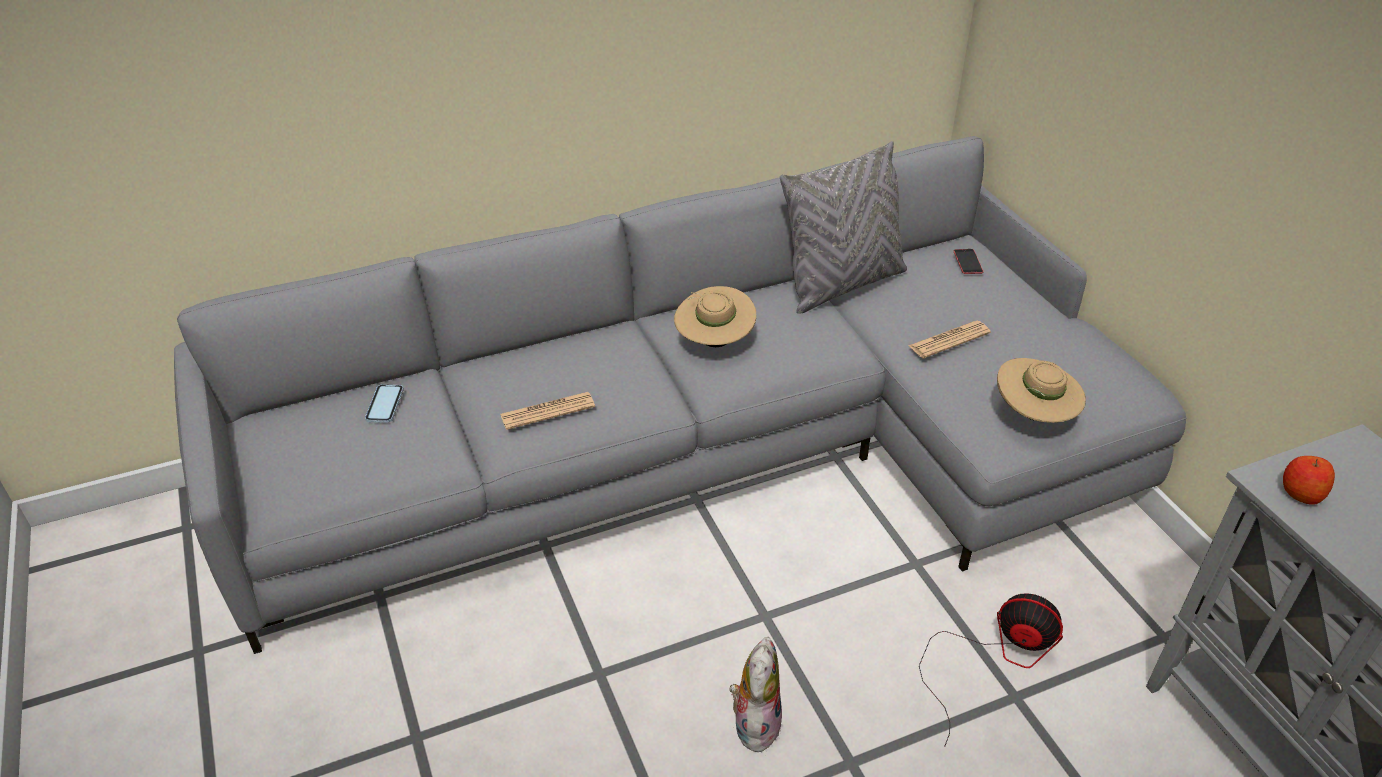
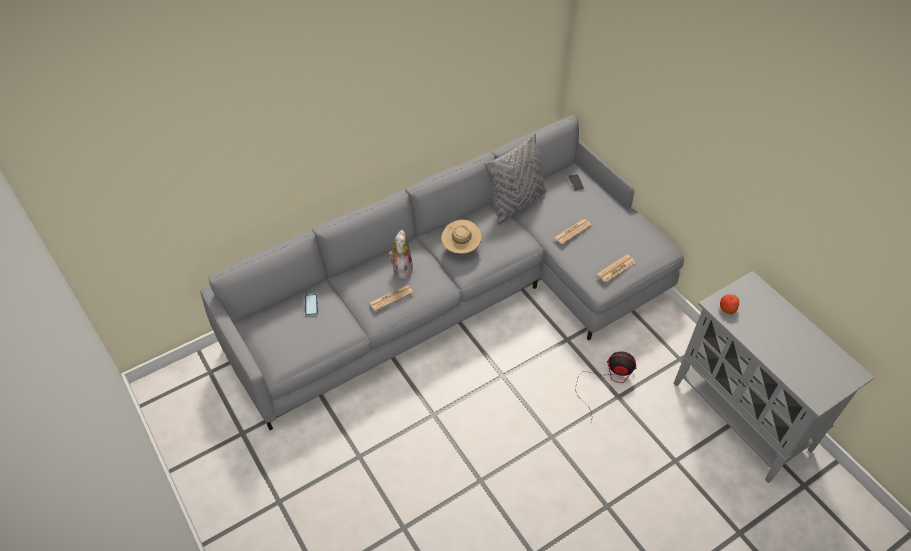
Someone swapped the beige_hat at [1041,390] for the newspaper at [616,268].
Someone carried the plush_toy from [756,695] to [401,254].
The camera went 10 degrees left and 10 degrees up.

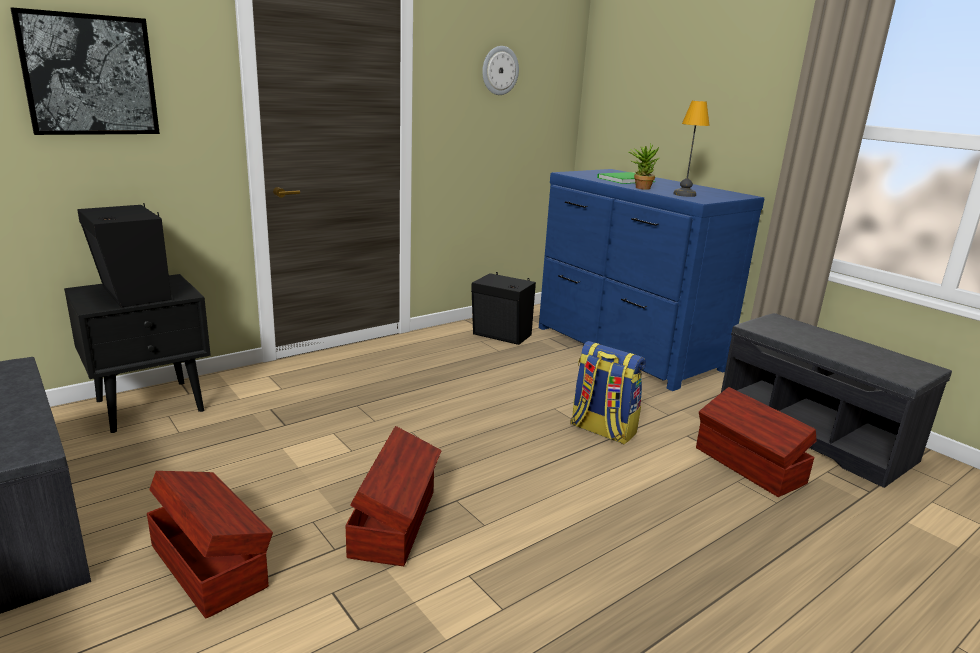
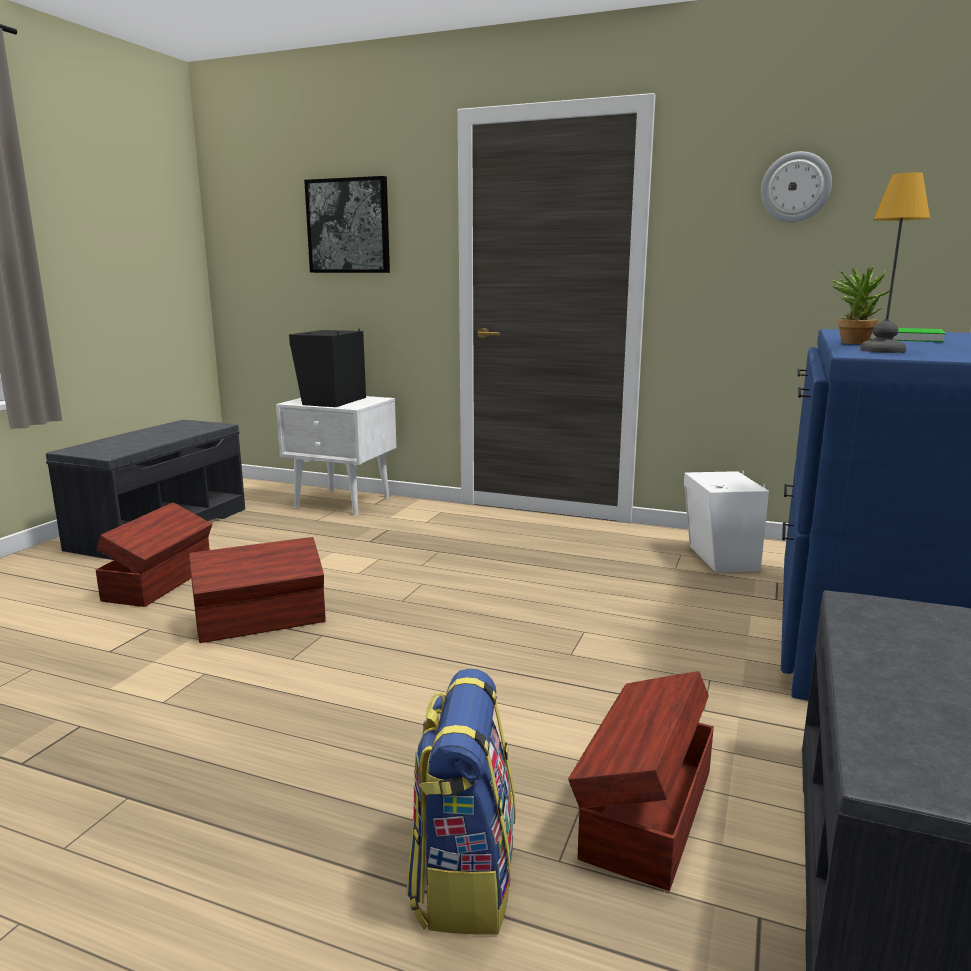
Someone repainted the black_speaker at [503,308], which became the white_speaker at [726,522].
Someone repainted the black_nightstand at [137,353], which became the white_nightstand at [336,455].
Someone carried the backpack from [608,392] to [460,802].
The camera went 60 degrees right and 5 degrees down.

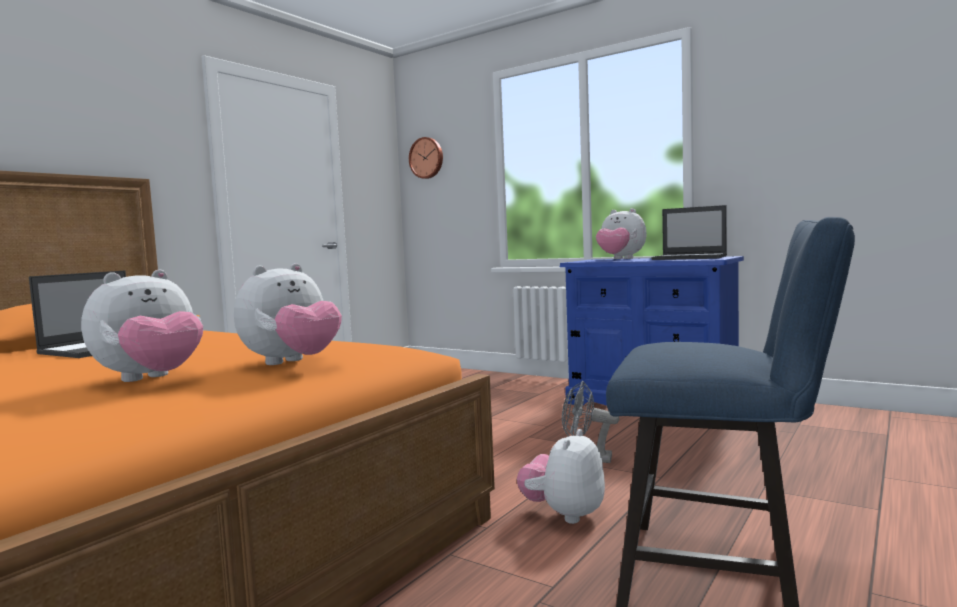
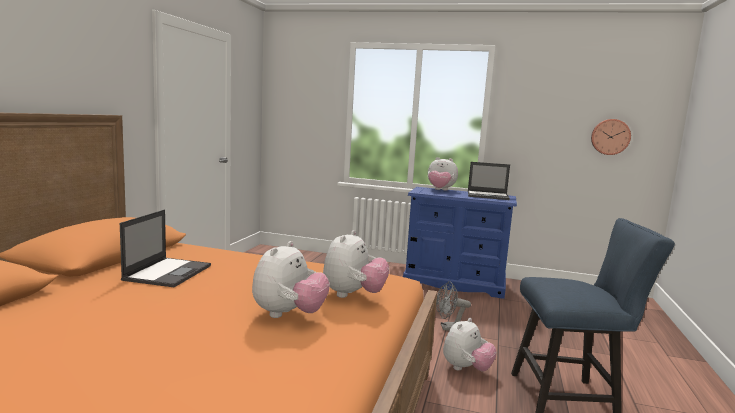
Someone carried the wall_clock from [426,158] to [611,137].
Someone rotated the plush_toy at [561,476] by 150 degrees counterclockwise.
The camera went 20 degrees left and 5 degrees up.

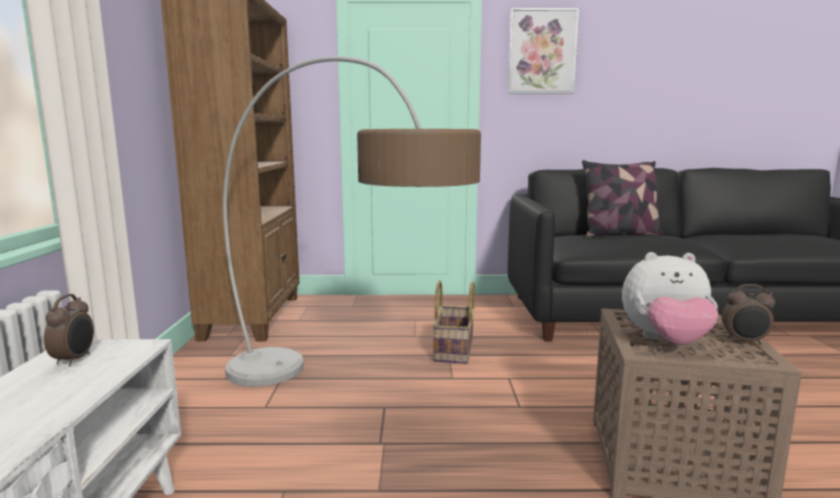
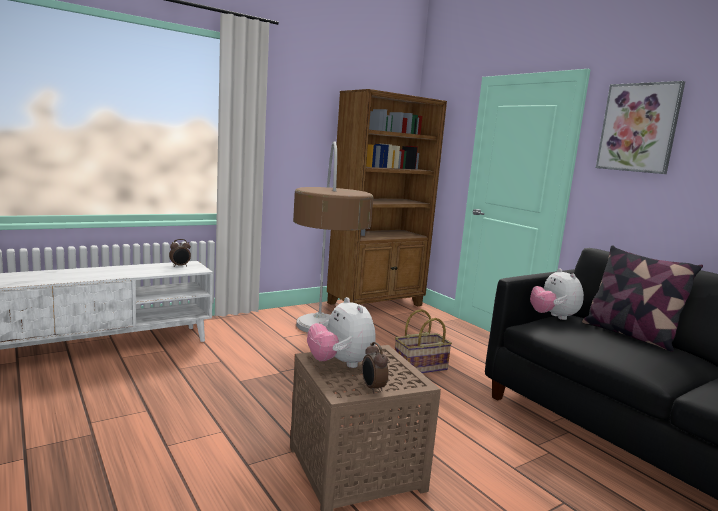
Someone put down the plush_toy at [557,294].
The camera went 55 degrees right and 0 degrees up.

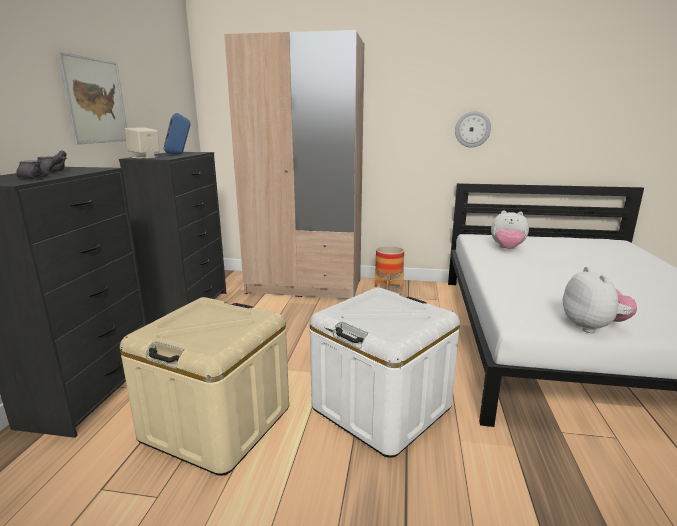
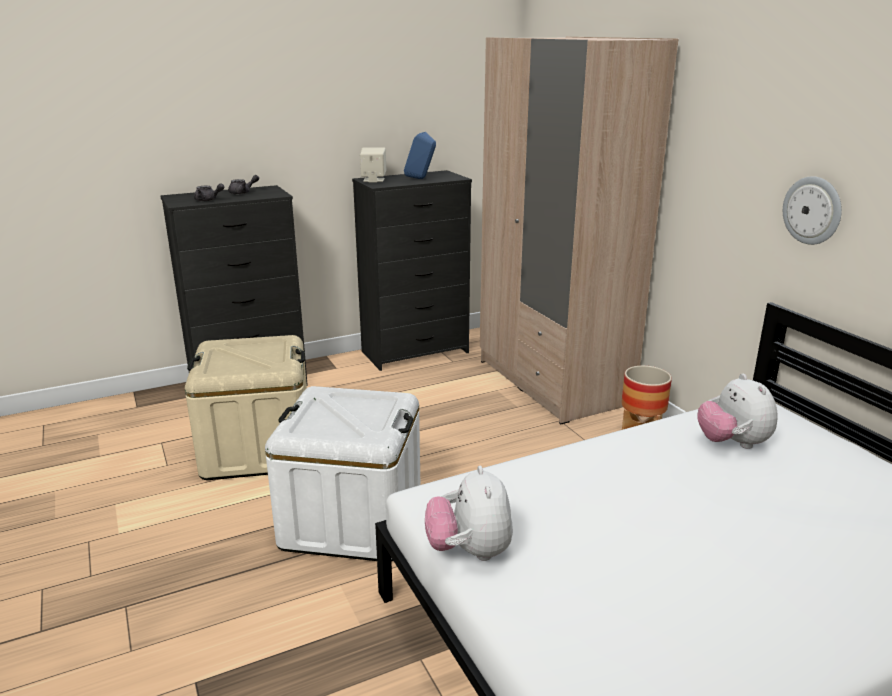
Someone took away the picture at [92,98].
Someone rotated the plush_toy at [600,300] by 120 degrees clockwise.
The camera went 55 degrees right and 5 degrees up.

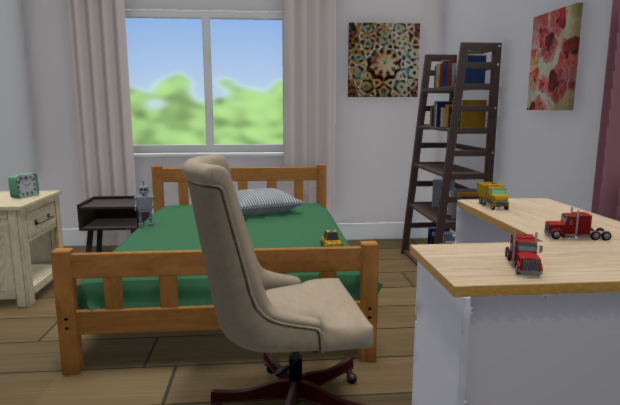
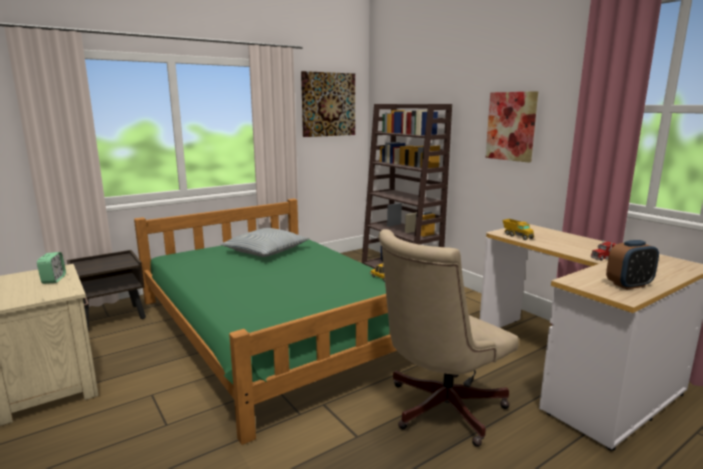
Someone took away the toy_robot at [144,204].
Someone swapped the toy_truck at [524,254] for the alarm_clock at [632,265].
The camera went 30 degrees left and 5 degrees up.

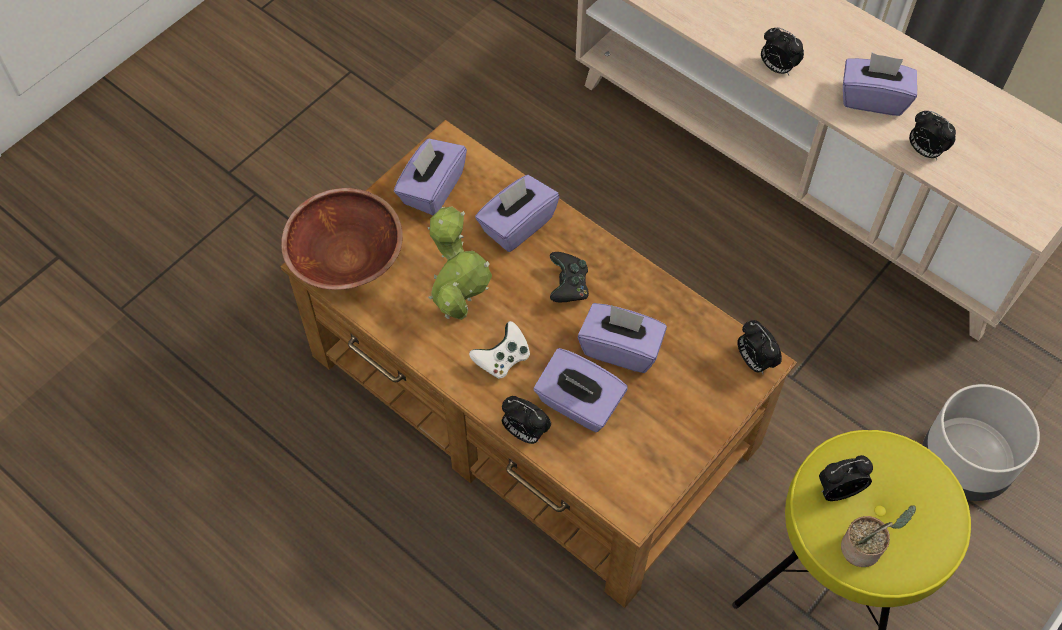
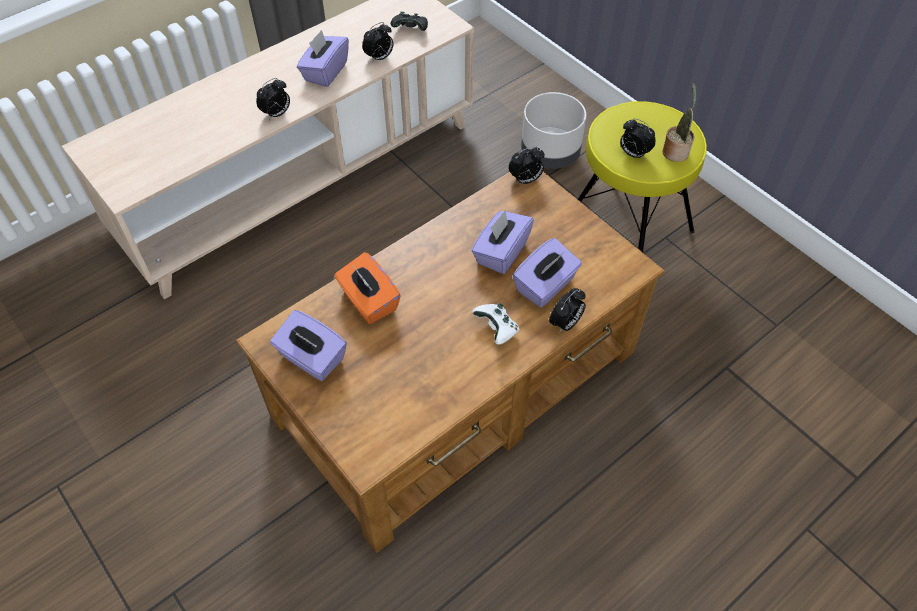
Someone repainted the purple_tissue_box at [517,213], which became the orange_tissue_box at [368,288].
Someone took away the brown_bowl at [342,239].
Someone took away the potted_plant at [460,263].
Someone carried the black_game_controller from [569,277] to [409,21].
Someone rotated the alarm_clock at [846,478] by 45 degrees counterclockwise.
The camera went 80 degrees left and 5 degrees down.

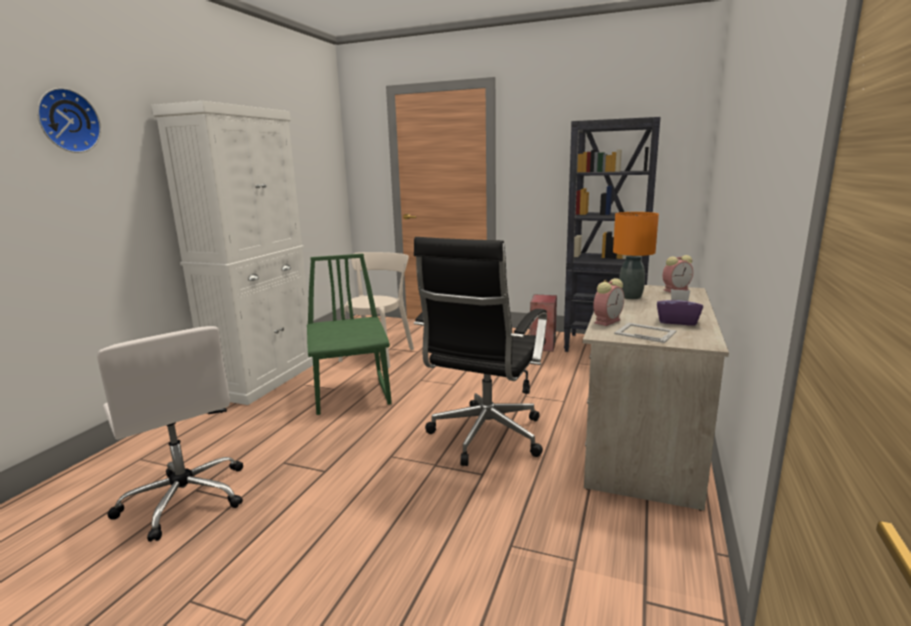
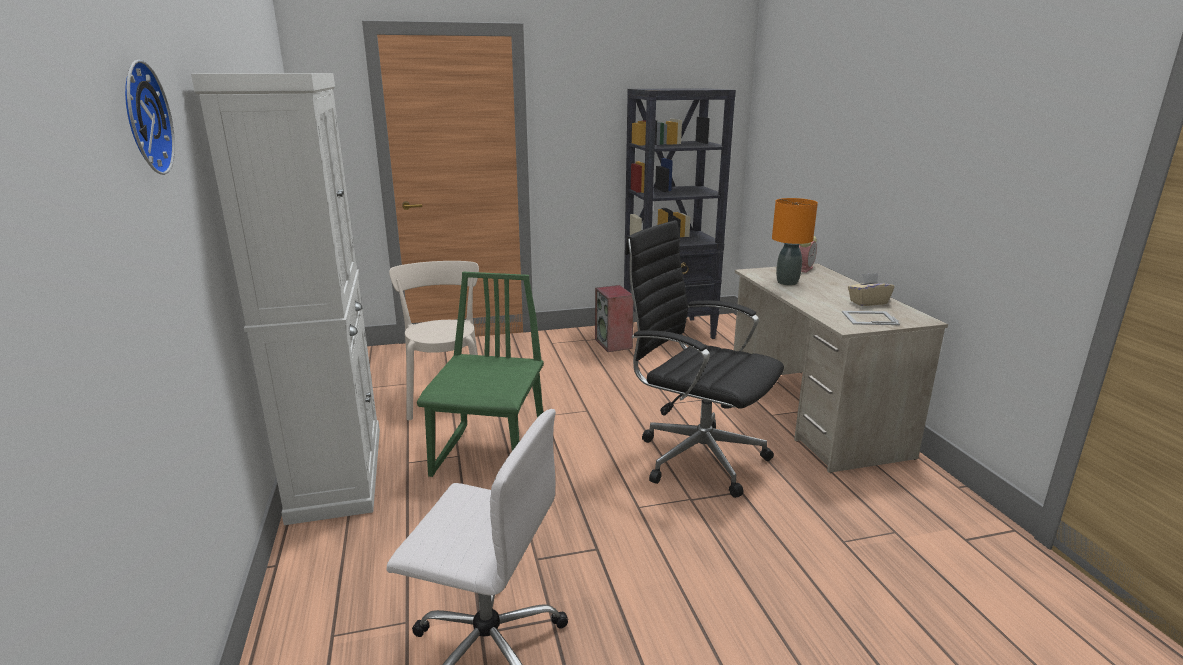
Someone rotated the black_office_chair at [480,351] by 135 degrees clockwise.
Someone rotated the green_chair at [349,334] by 60 degrees clockwise.
Someone took away the alarm_clock at [608,302].
Someone repainted the purple_tissue_box at [680,307], which became the beige_tissue_box at [871,289].
The camera went 35 degrees left and 5 degrees up.

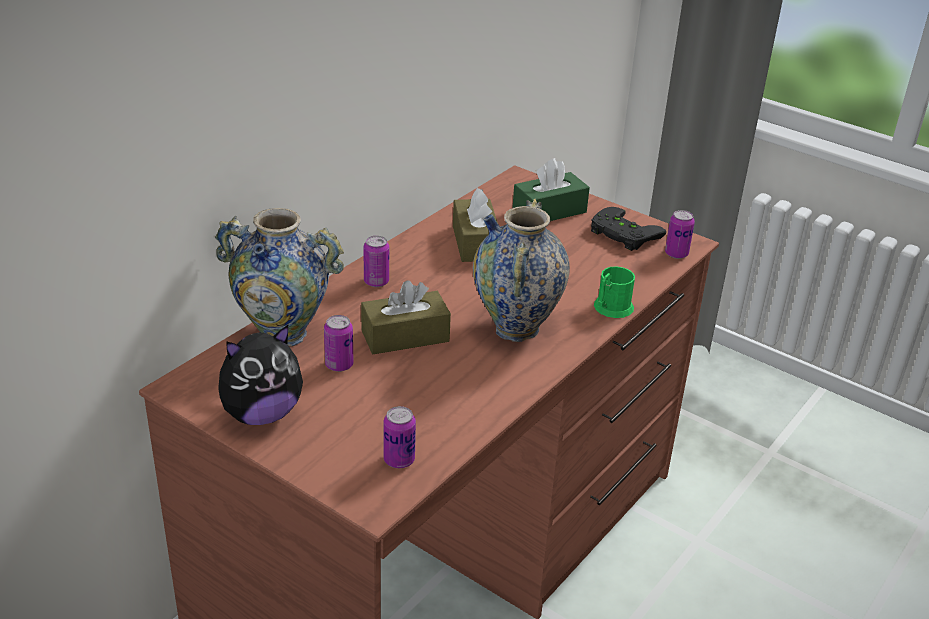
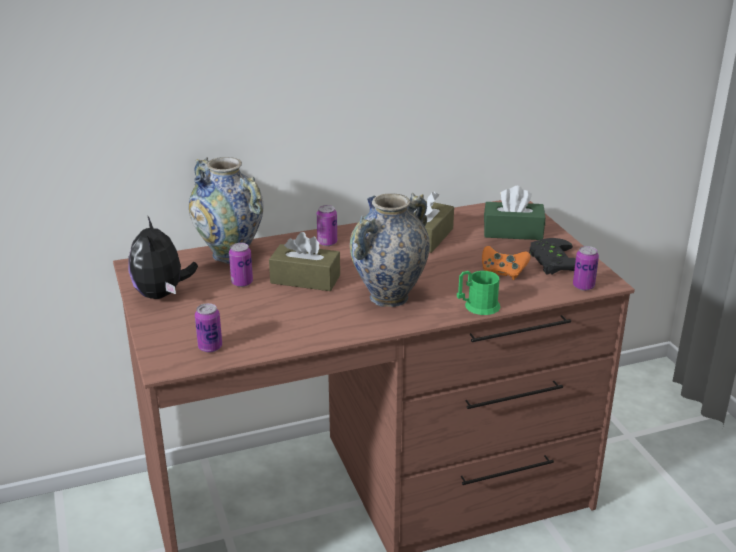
Someone rotated the plush_toy at [260,375] by 75 degrees clockwise.
Someone put down the orange_game_controller at [506,263].
The camera went 35 degrees right and 5 degrees down.

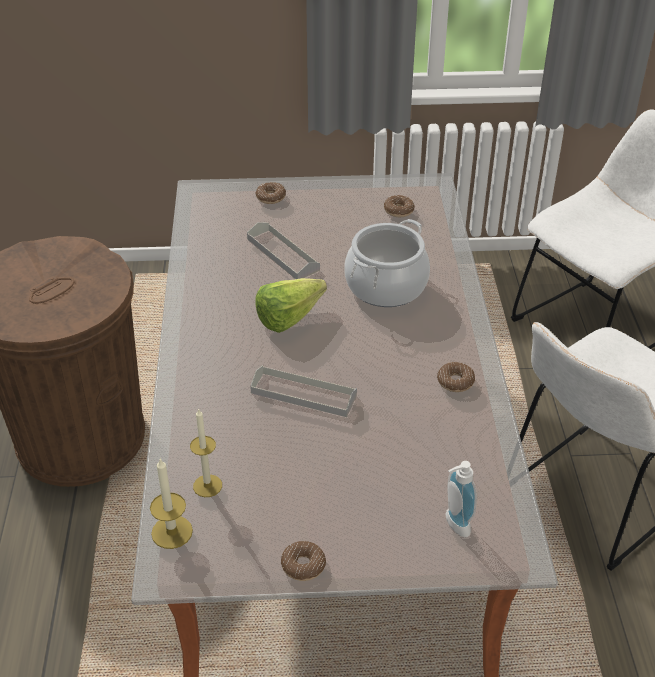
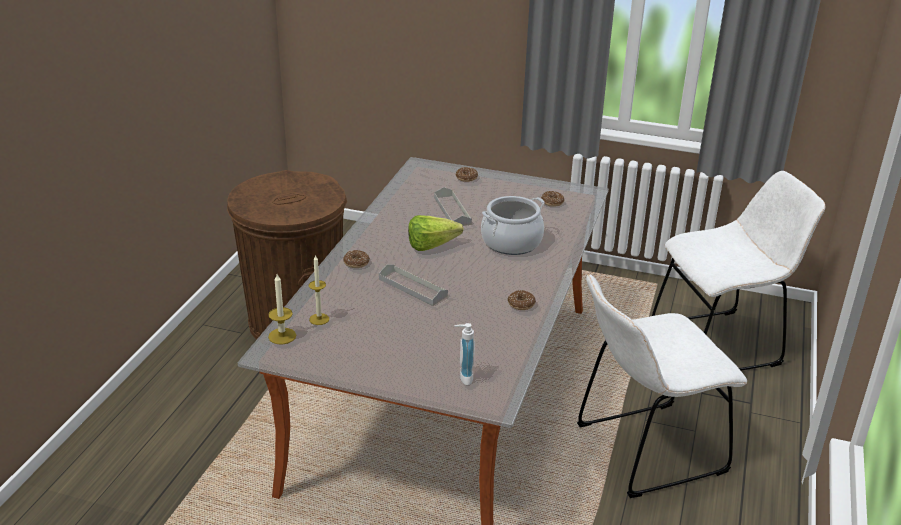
Someone carried the donut from [303,561] to [356,259].
The camera went 20 degrees right and 10 degrees down.

